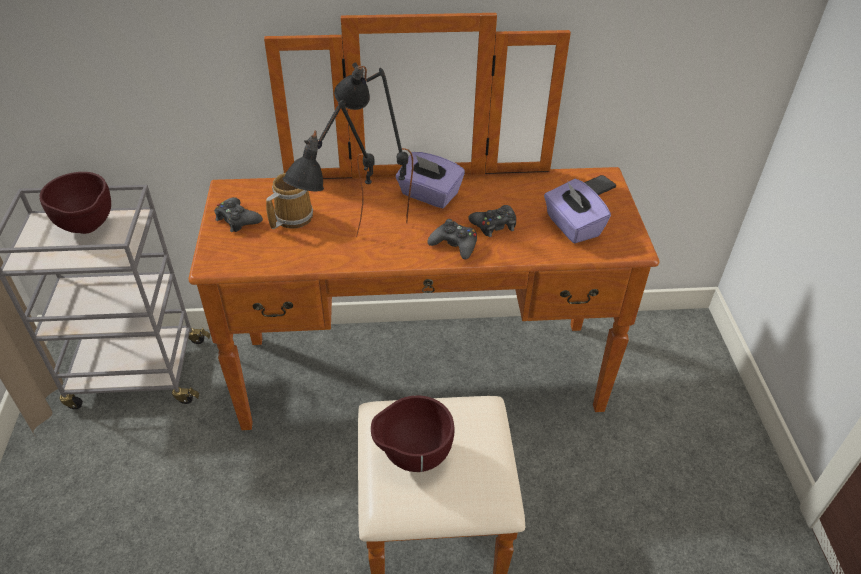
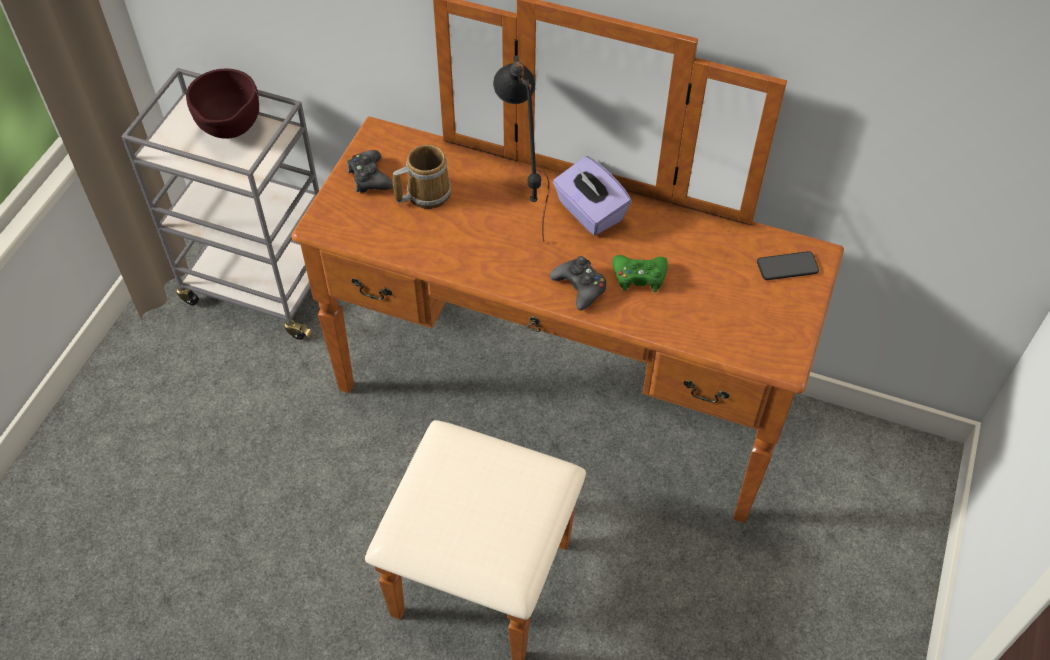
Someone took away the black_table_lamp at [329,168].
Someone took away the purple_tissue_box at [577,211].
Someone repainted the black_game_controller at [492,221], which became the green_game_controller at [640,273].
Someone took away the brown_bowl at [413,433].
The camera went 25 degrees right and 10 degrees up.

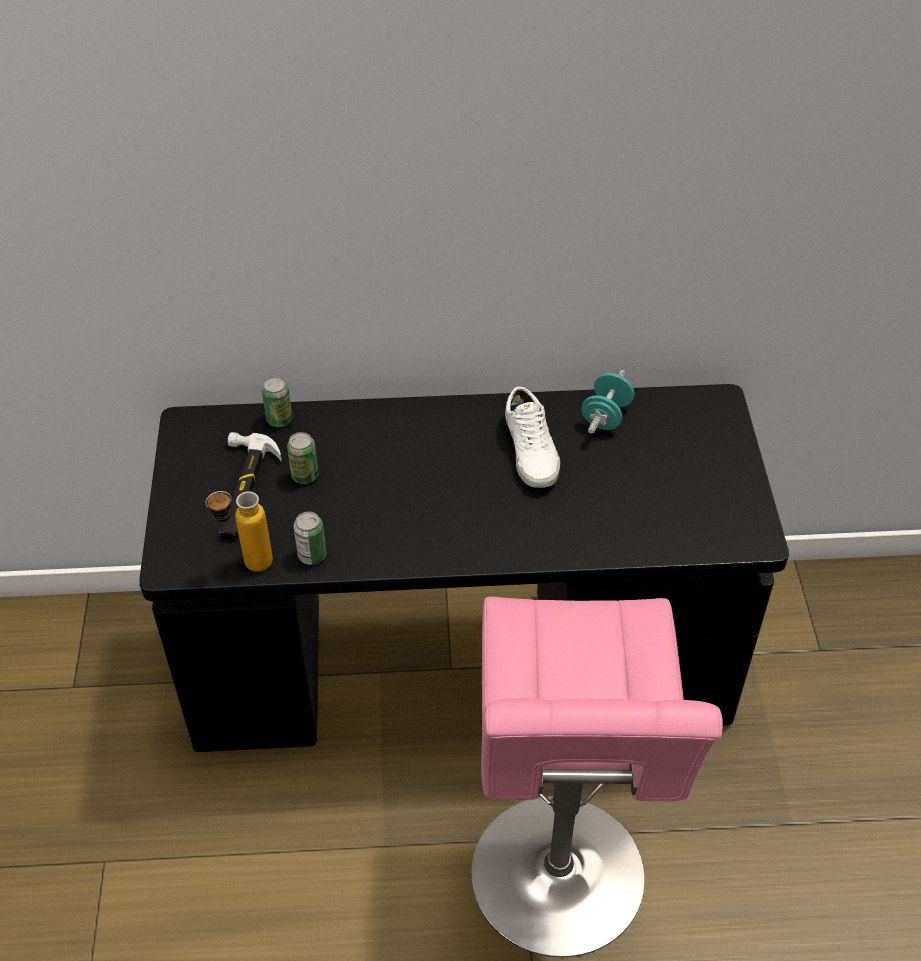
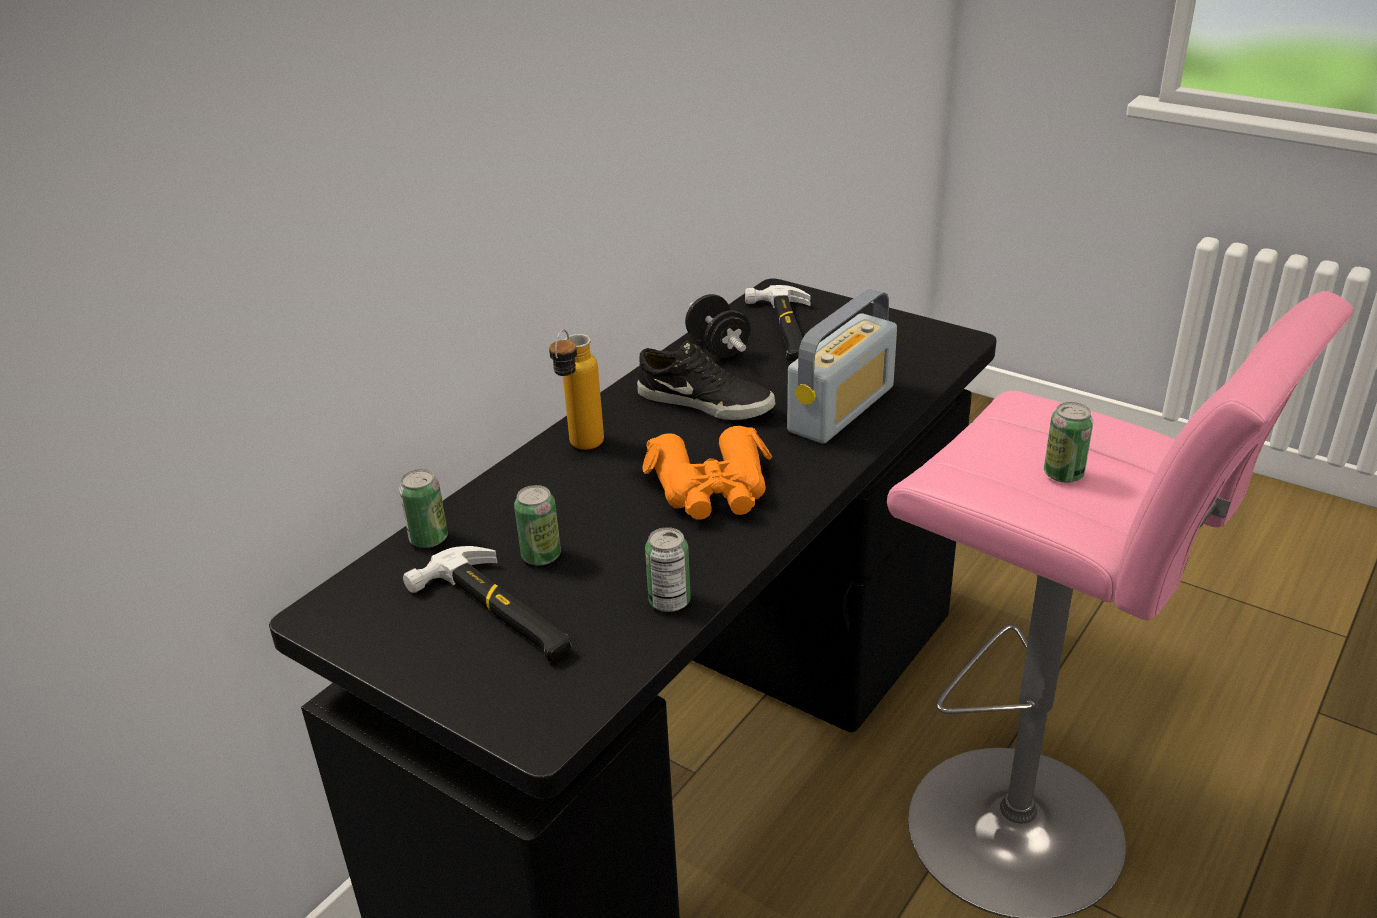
Someone repainted the turquoise_dumbbell at [607,402], which became the black_dumbbell at [718,326].
Someone repainted the white_shoe at [532,437], which became the black_shoe at [706,380].
Someone carried the bottle from [239,531] to [576,389].
Someone put down the hammer at [778,323].
Someone put down the radio at [842,366].
Someone put down the can at [1068,442].
Someone put down the orange_binoculars at [707,473].
The camera went 50 degrees left and 15 degrees down.

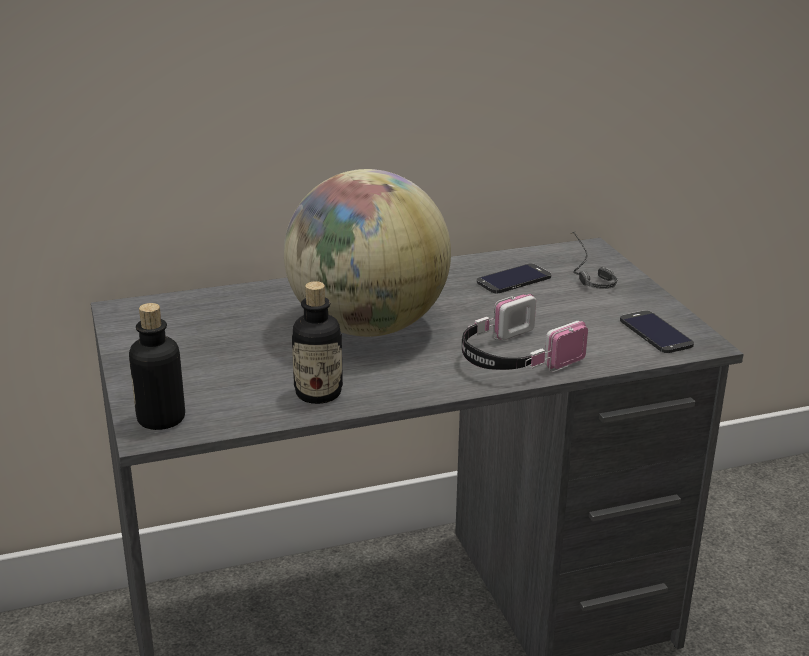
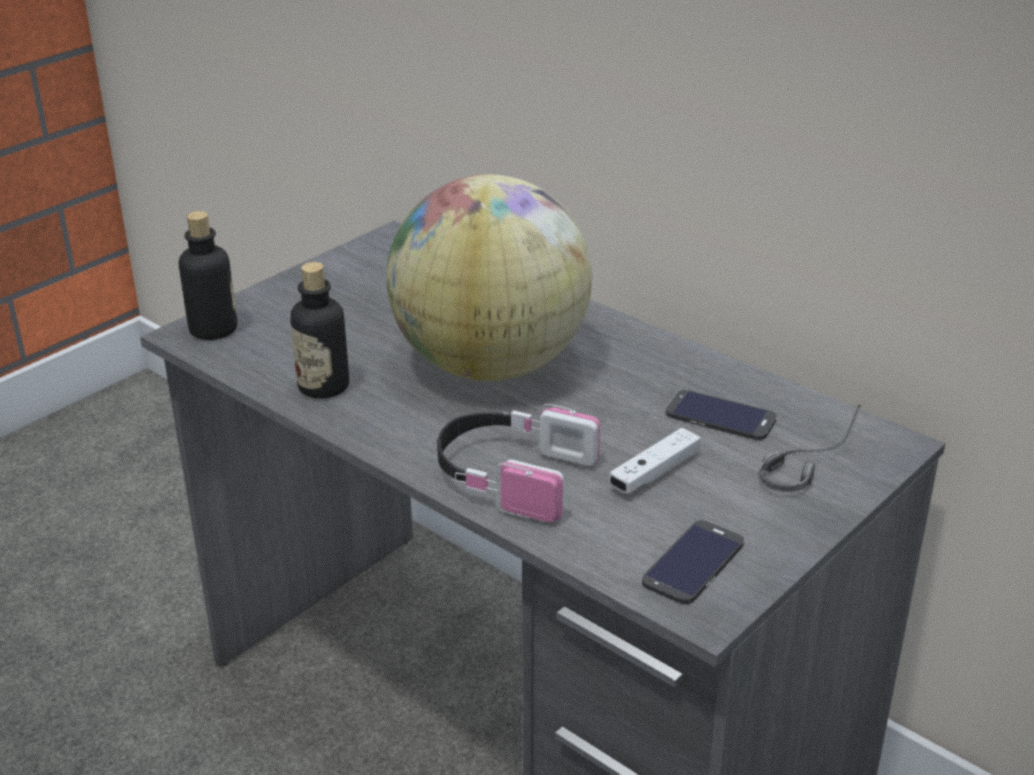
Someone put down the white_game_controller at [655,461].
The camera went 60 degrees right and 5 degrees up.

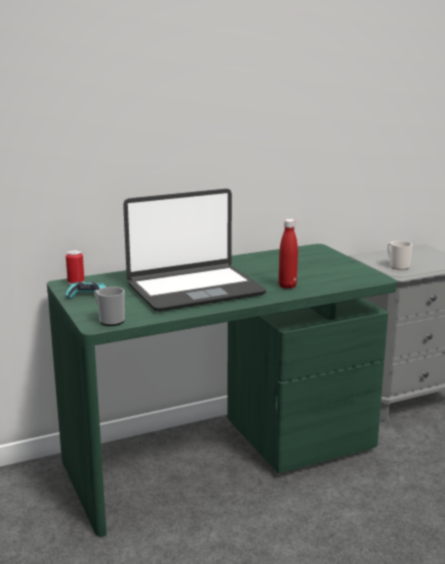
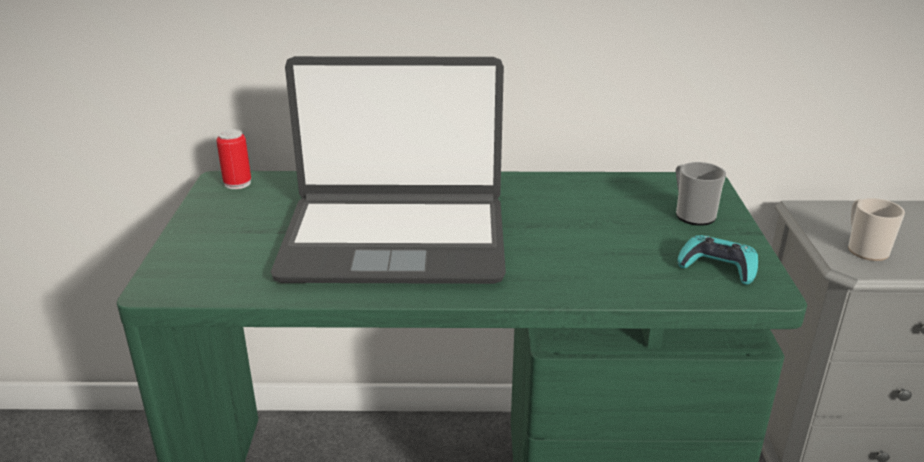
Someone took away the red_bottle at [288,254].
Someone carried the turquoise_game_controller from [86,290] to [717,260].
Someone carried the mug from [109,306] to [701,194].
The camera went 25 degrees right and 10 degrees up.

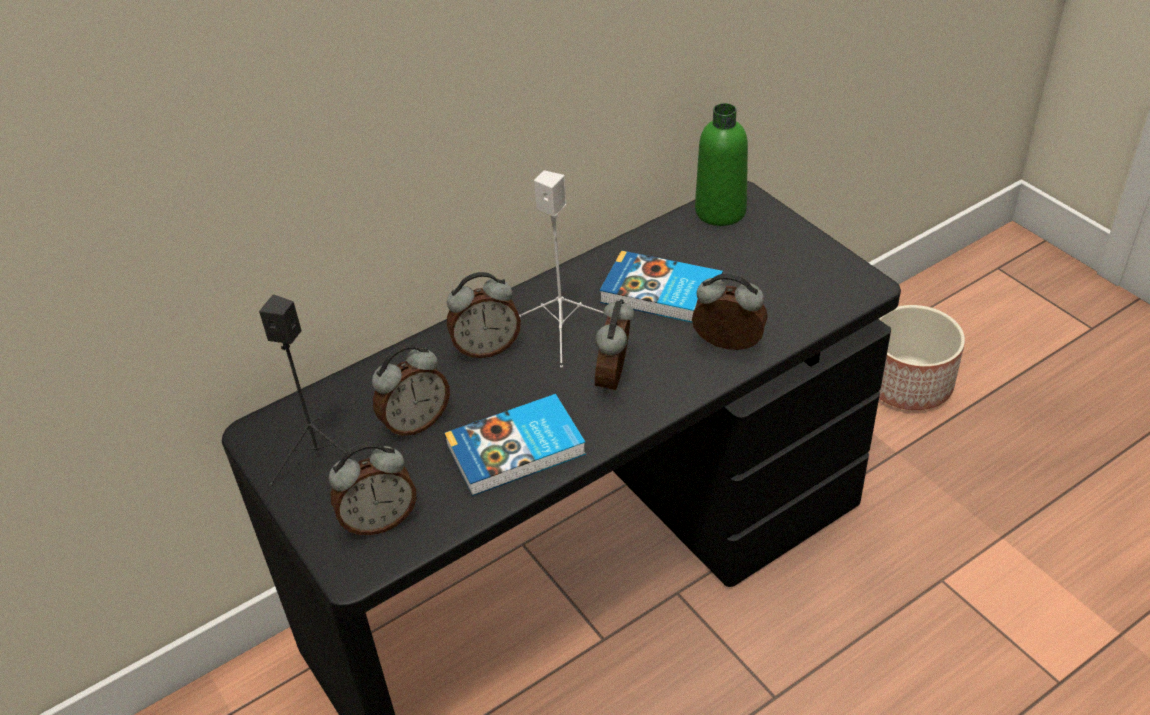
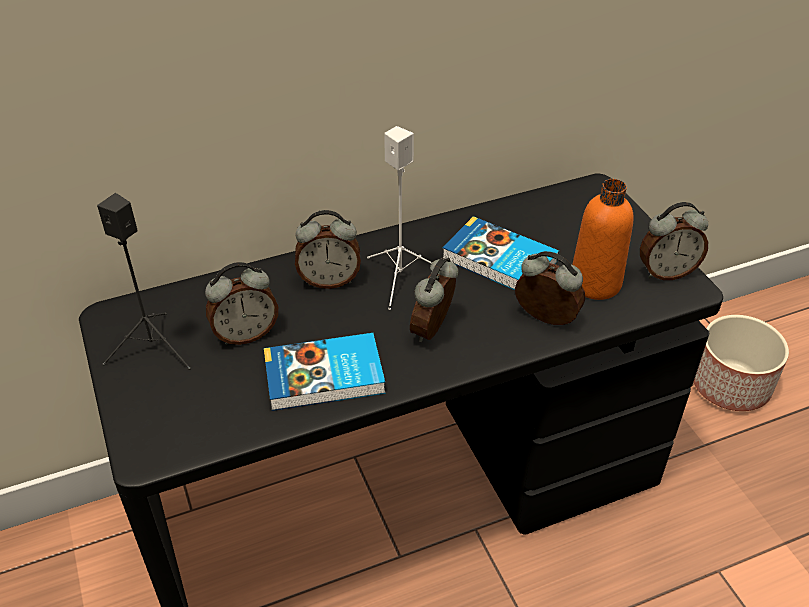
Someone took away the green_bottle at [721,164].
Someone carried the alarm_clock from [372,488] to [674,241].
Someone put down the orange_bottle at [603,239].
The camera went 10 degrees right and 0 degrees up.

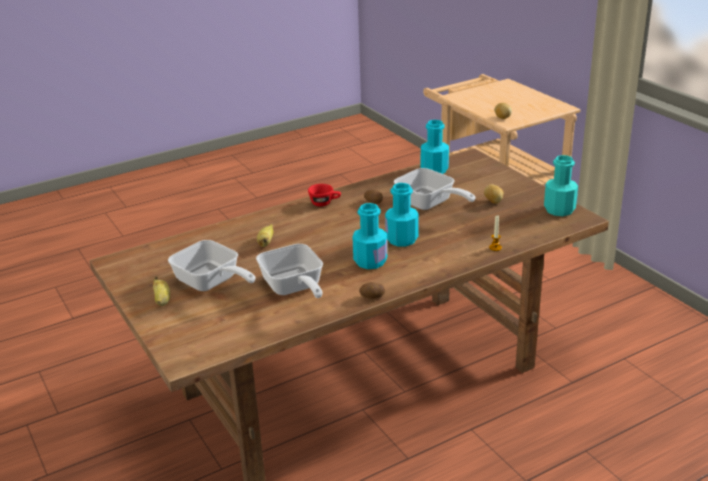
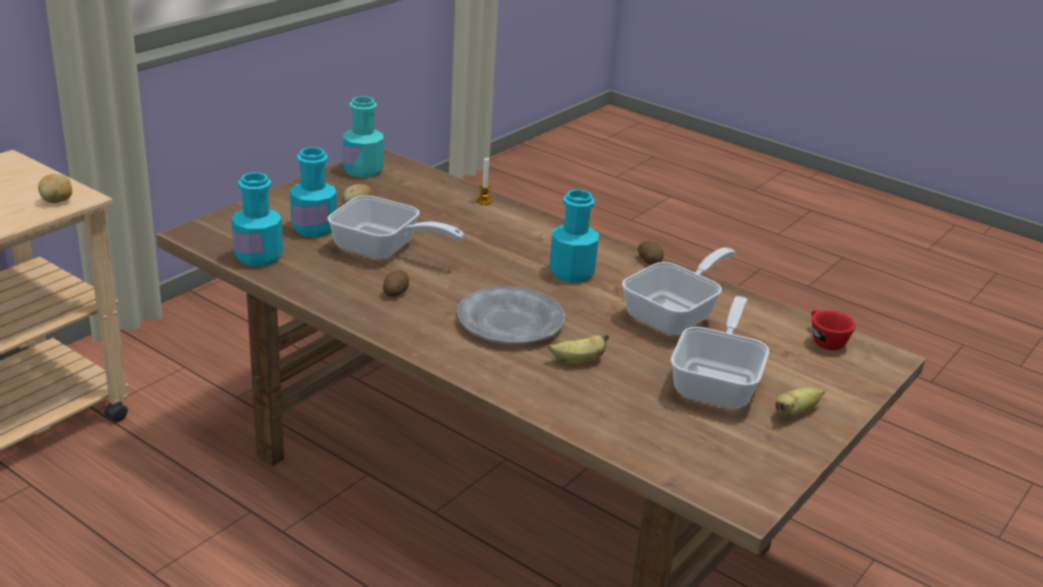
Someone rotated the frying_pan at [435,189] by 90 degrees clockwise.
Someone carried the turquoise_bottle from [402,214] to [313,192].
Someone carried the red_cup from [324,195] to [833,330].
Someone put down the grey_plate at [511,315].
The camera went 115 degrees left and 0 degrees up.

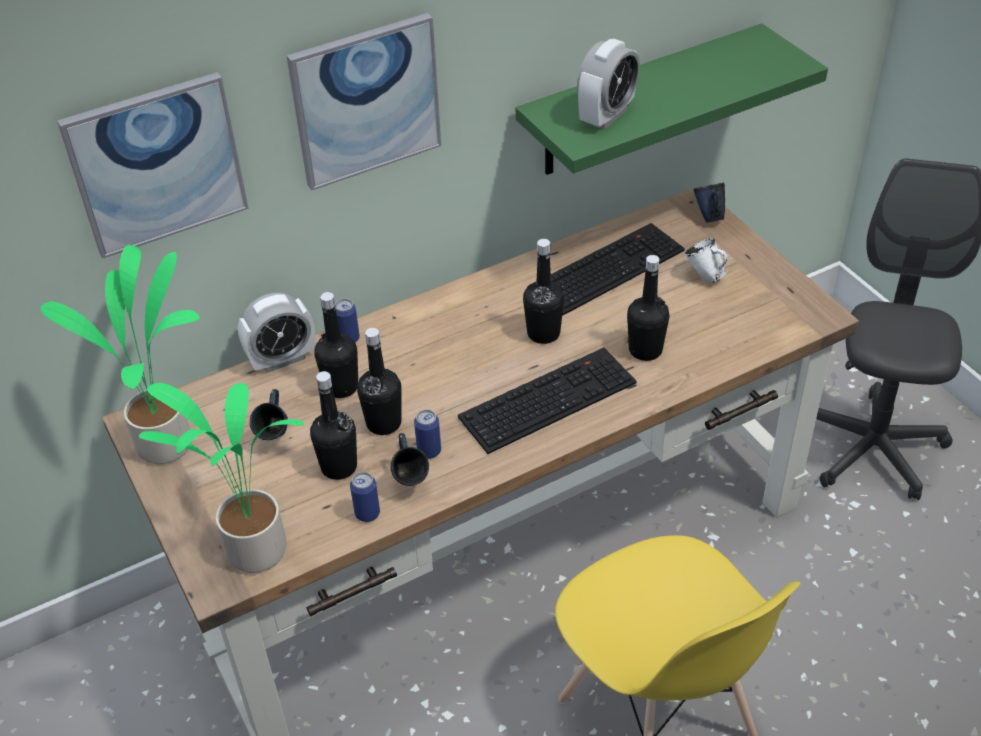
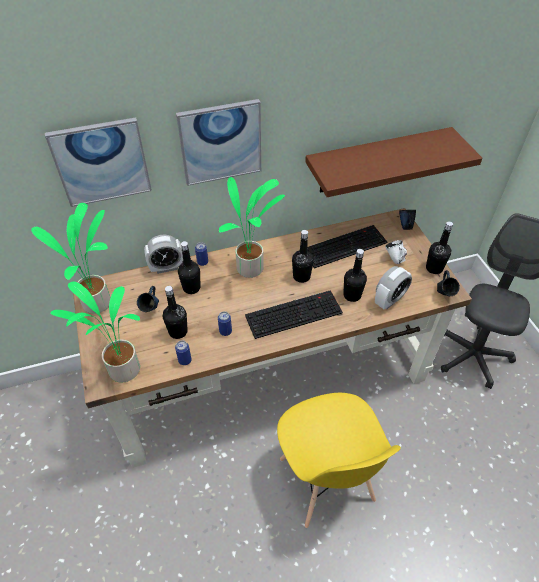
Someone repainted the green_shelf at [672,99], which became the brown_shelf at [394,162].
Someone carried the alarm_clock from [608,84] to [393,288].
Someone carried the black_bottle from [379,381] to [439,247].
Someone carried the blue_mug from [410,459] to [448,283].
Someone put down the potted_plant at [252,227].
The camera went 10 degrees right and 5 degrees up.

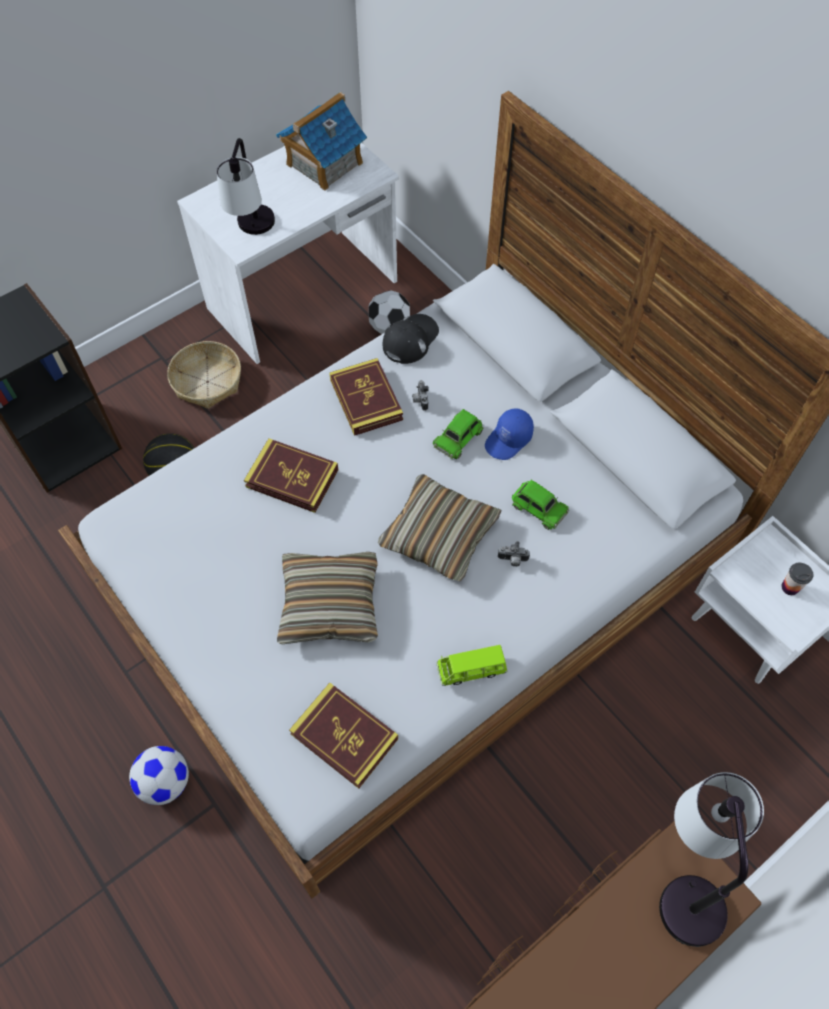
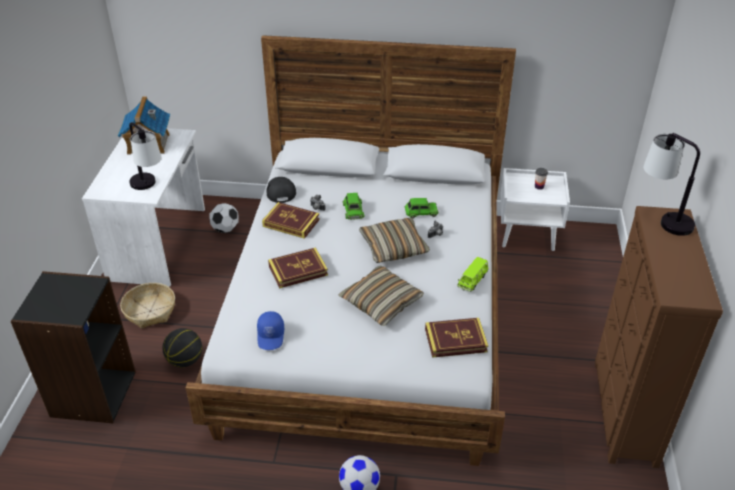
Someone carried the blue_cap from [509,434] to [270,330].
The camera went 45 degrees left and 20 degrees down.

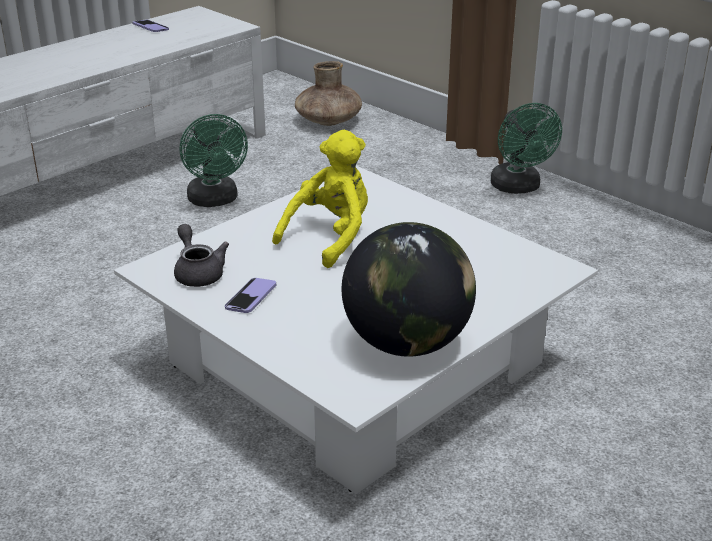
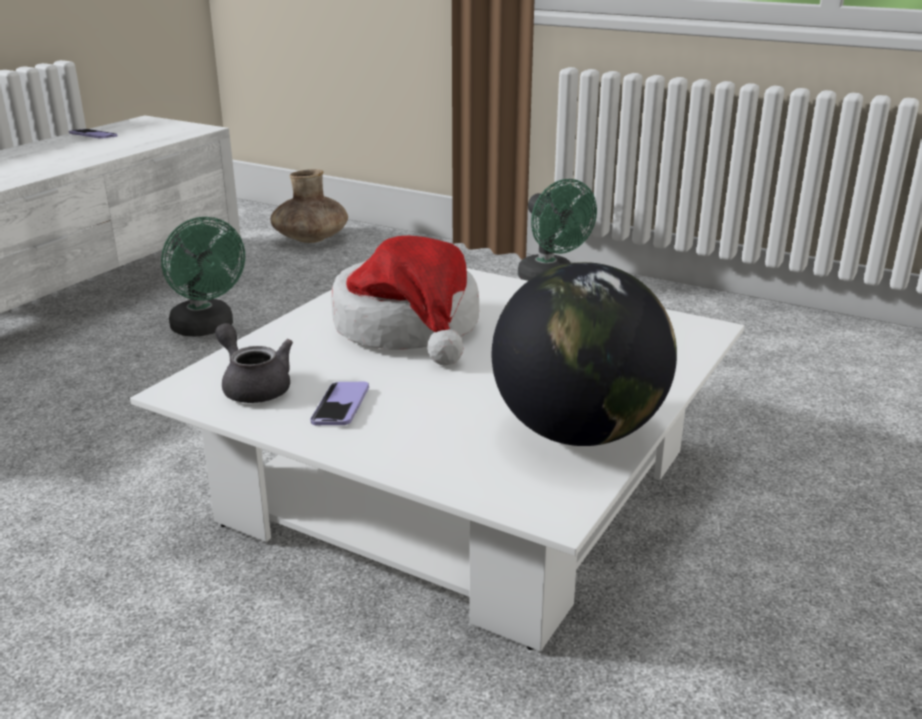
Someone swapped the yellow_plush_toy at [320,199] for the hat at [405,300].
The camera went 15 degrees left and 5 degrees down.

